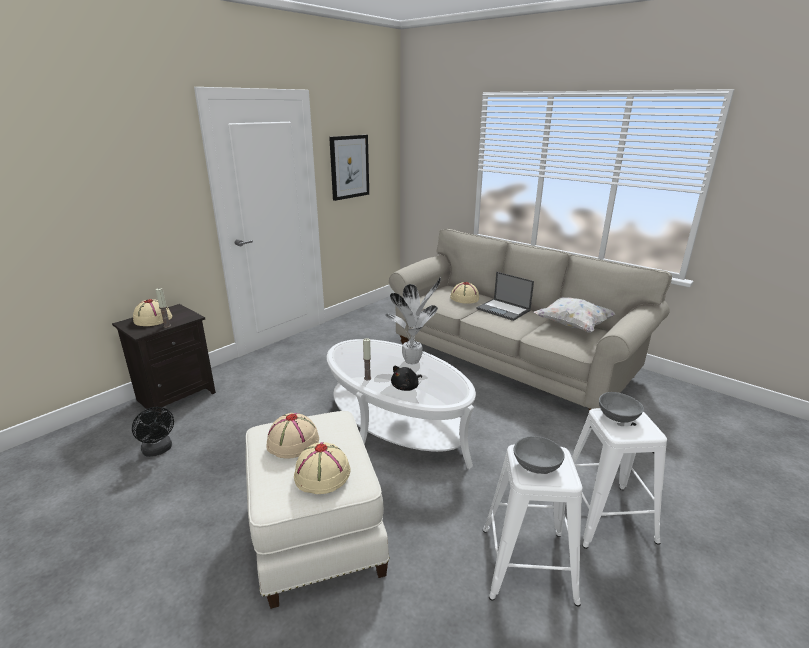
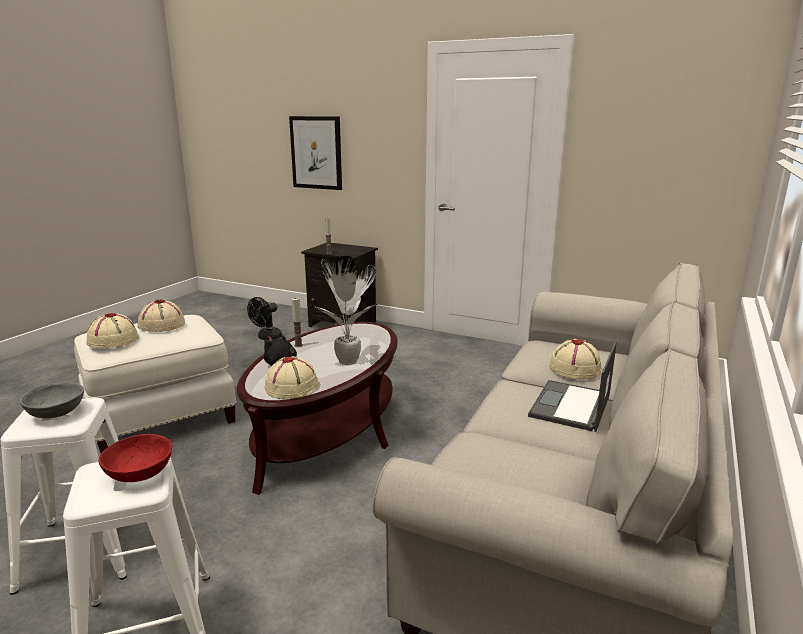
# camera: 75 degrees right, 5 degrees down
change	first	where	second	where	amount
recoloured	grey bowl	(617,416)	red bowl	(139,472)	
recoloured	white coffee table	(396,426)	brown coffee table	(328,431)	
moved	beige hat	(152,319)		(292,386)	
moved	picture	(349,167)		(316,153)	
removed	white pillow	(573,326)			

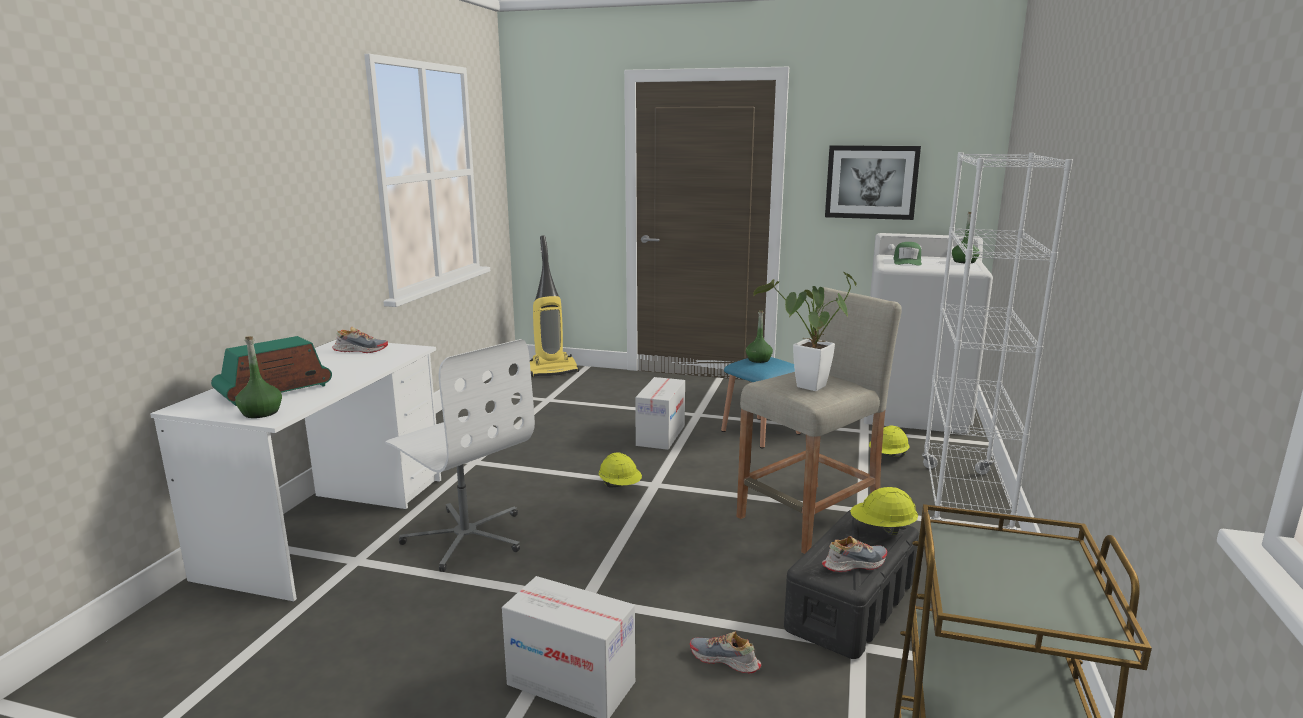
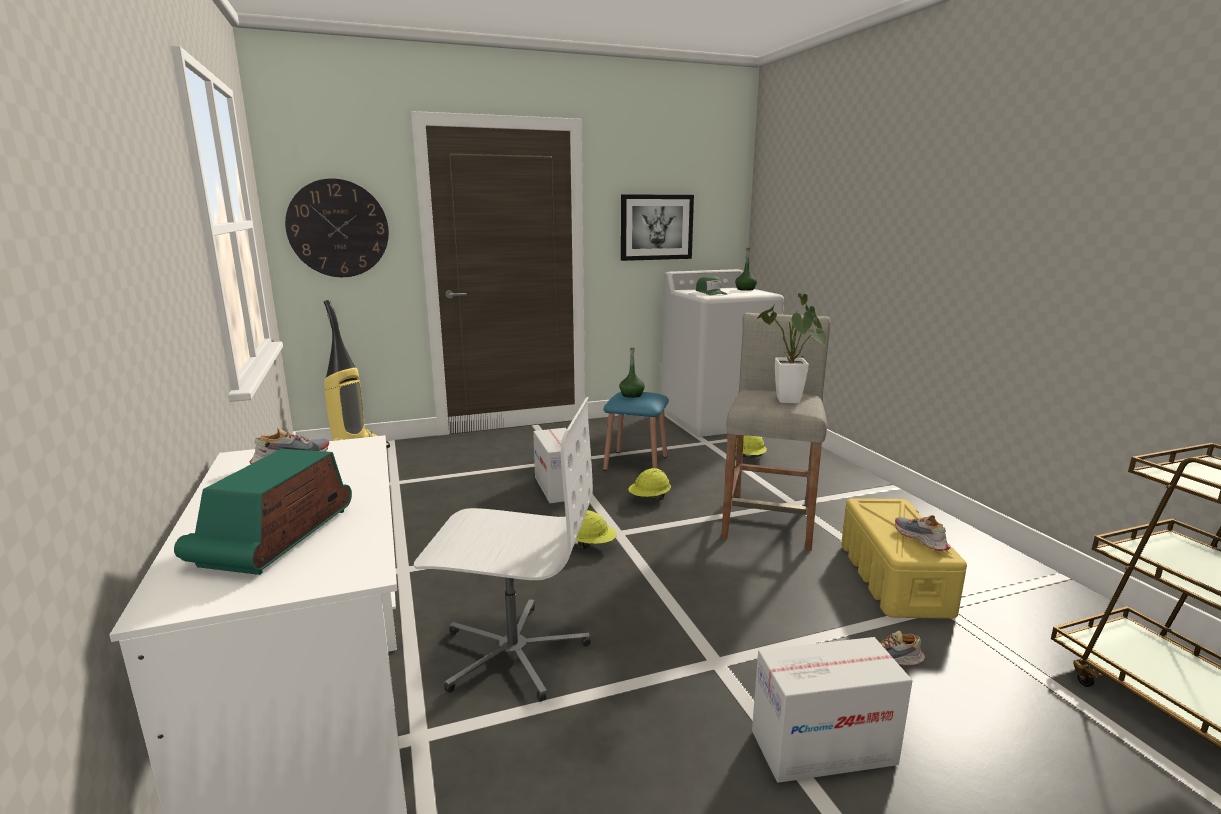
# camera: 35 degrees left, 0 degrees up
change	first	where	second	where	amount
added			wall clock	(338,228)	
moved	yellow hard hat	(882,529)		(649,499)	
recoloured	black storage box	(851,605)	yellow storage box	(893,578)	
turned	shoe	(854,564)		(921,539)	60 degrees counterclockwise
removed	green bottle	(261,412)			
removed	white bookcase	(963,502)			

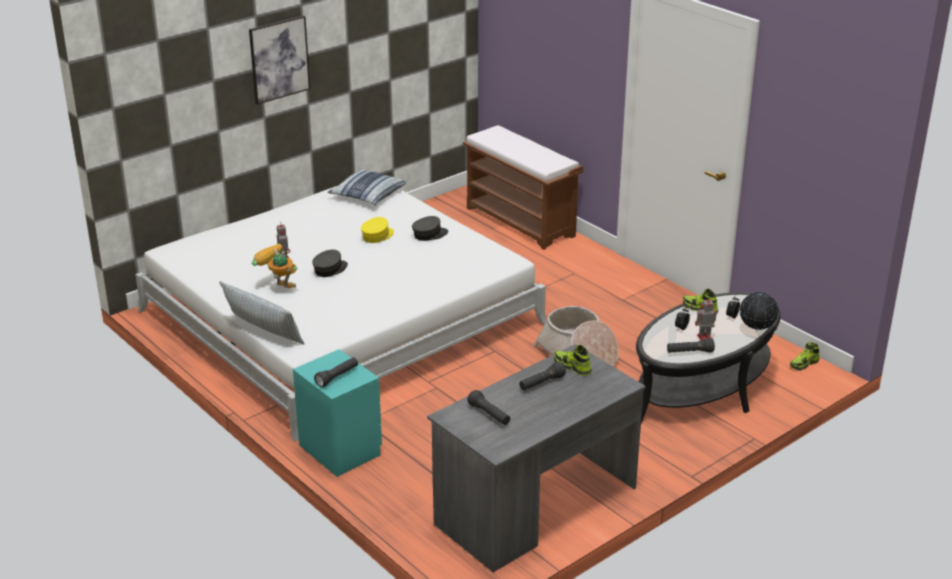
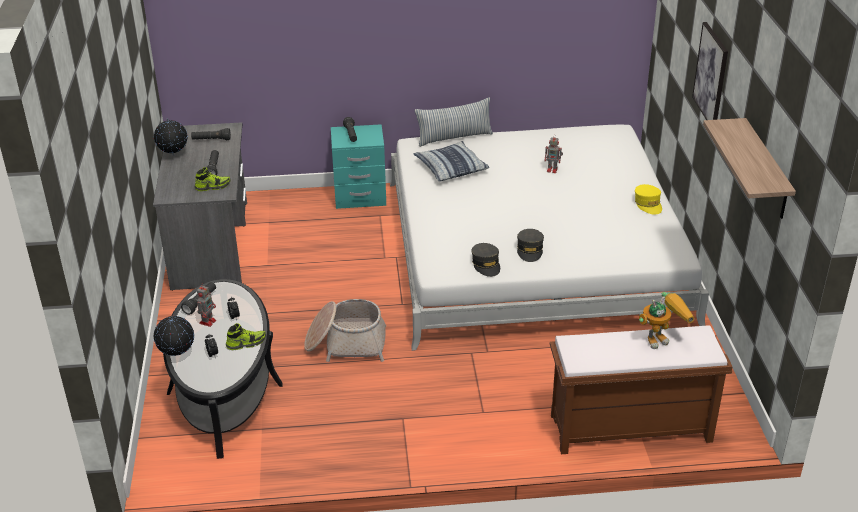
# camera: 125 degrees right, 5 degrees up
change	first	where	second	where	amount
added			globe	(173,155)	
moved	pillow	(367,195)		(451,168)	
moved	grey cap	(330,269)		(486,264)	
moved	yellow cap	(377,236)		(648,204)	
moved	toy robot	(277,287)		(662,337)	
added			shelf	(766,170)	
removed	shoe	(804,364)			

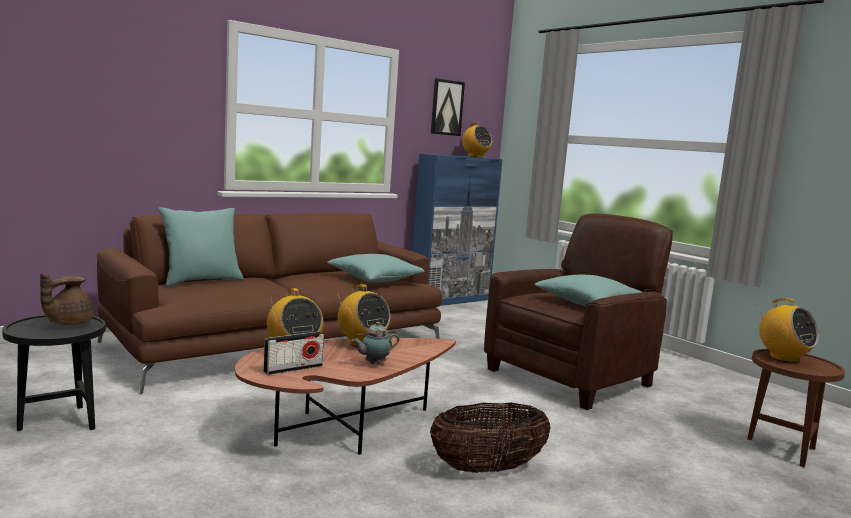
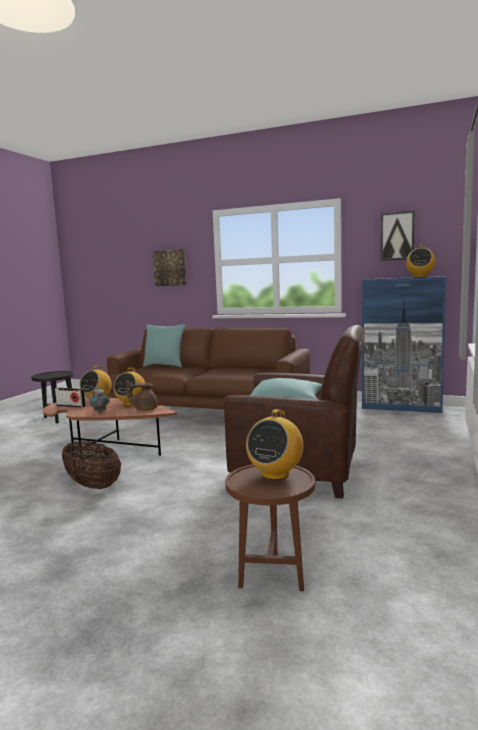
# camera: 60 degrees right, 0 degrees up
change	first	where	second	where	amount
moved	brown teapot	(68,323)		(144,409)	
added			picture	(170,268)	
removed	turquoise pillow	(374,280)			

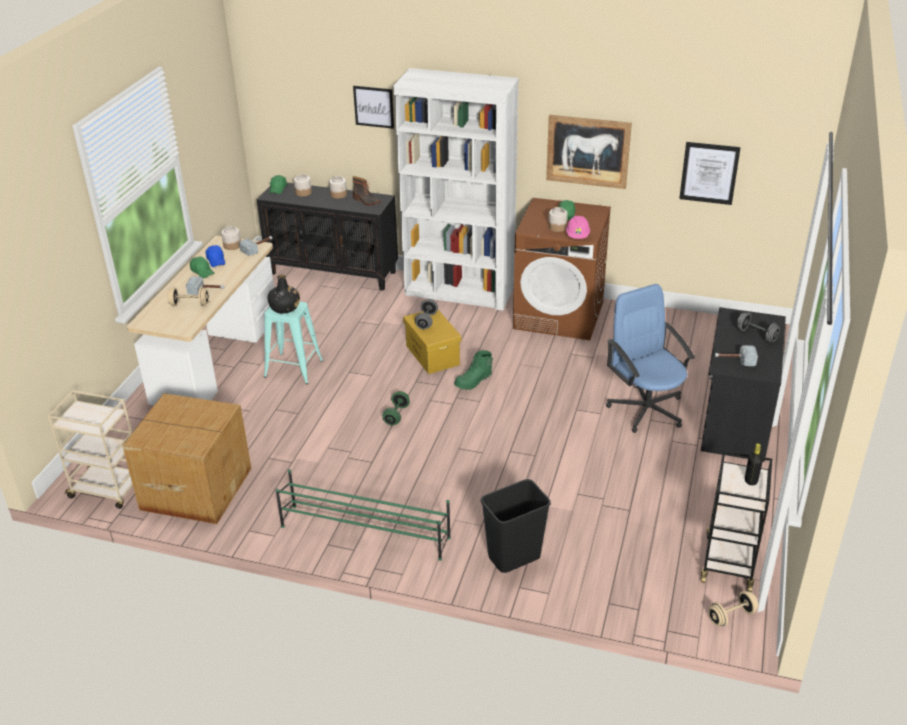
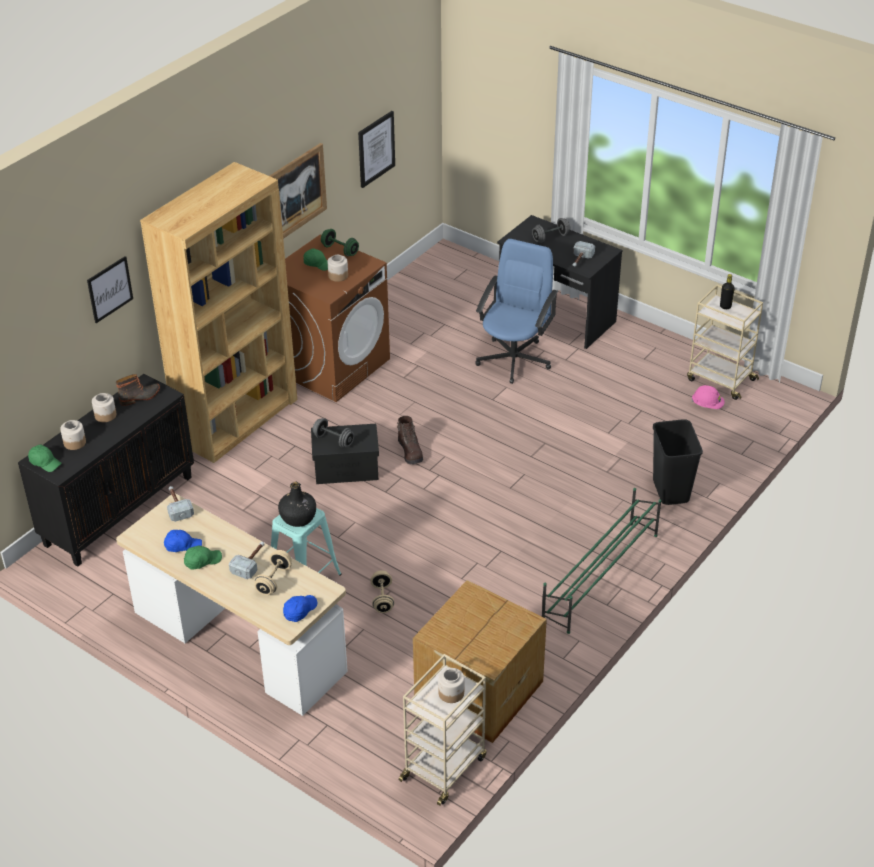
# camera: 70 degrees left, 5 degrees up
change	first	where	second	where	amount
recoloured	white bookcase	(460,291)	brown bookcase	(237,420)	
added			blue cap	(299,611)	
recoloured	yellow storage box	(433,355)	black storage box	(347,468)	
moved	green dumbbell	(396,415)		(340,250)	
moved	beige dumbbell	(731,616)		(382,599)	
recoloured	green boot	(473,381)	brown boot	(410,452)	
moved	jar	(232,246)		(451,693)	
turned	blue office chair	(646,409)		(514,359)	120 degrees clockwise
recoloured	black cart	(728,561)	beige cart	(720,379)	
moved	pink hard hat	(577,236)		(707,405)	

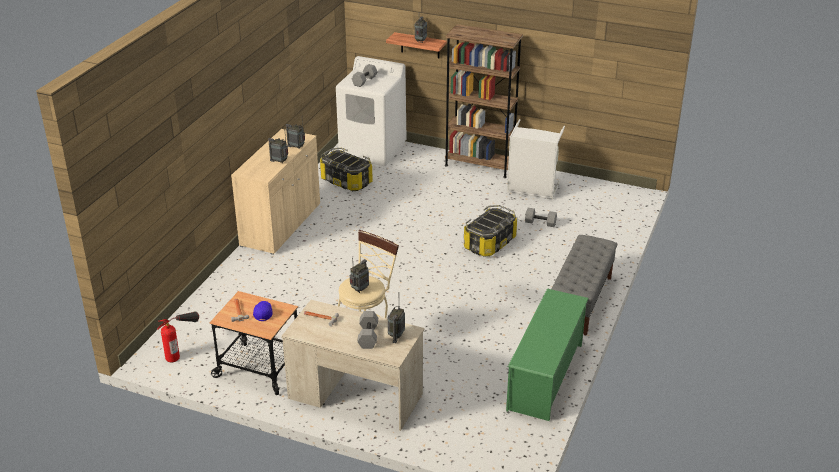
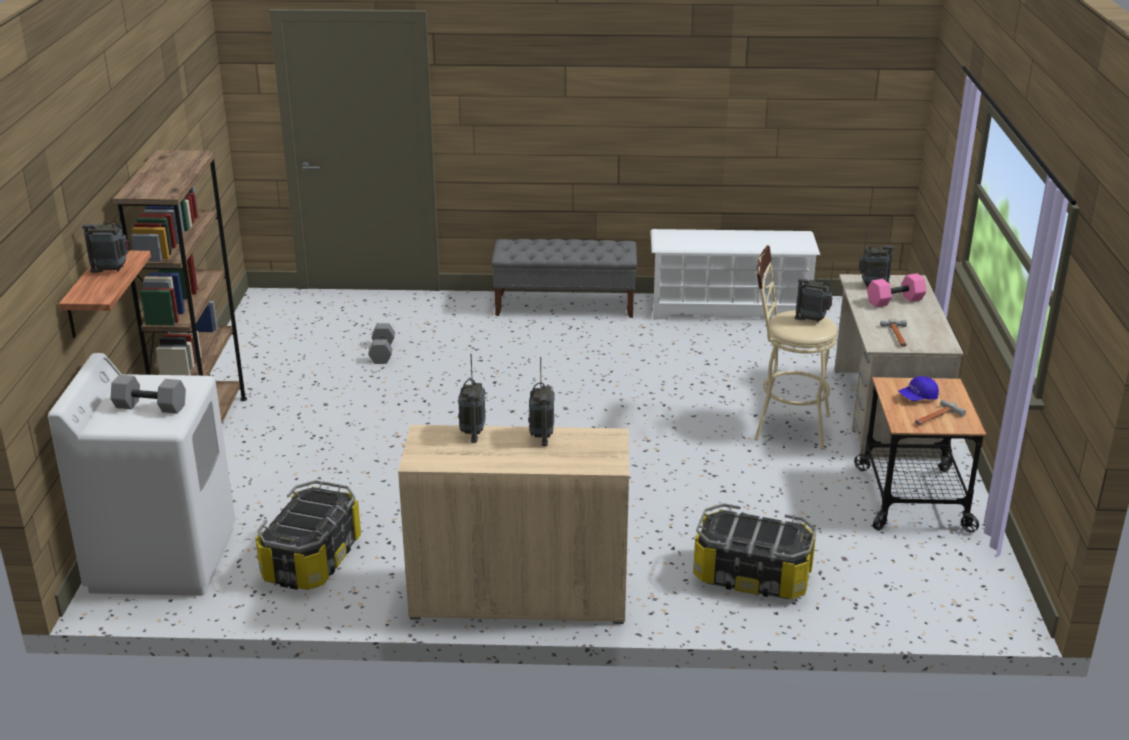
# camera: 110 degrees left, 5 degrees down
change	first	where	second	where	amount
recoloured	green shoe rack	(545,376)	white shoe rack	(729,308)	
moved	storage box	(489,243)		(752,577)	
recoloured	grey dumbbell	(367,336)	pink dumbbell	(895,301)	
removed	fire extinguisher	(182,351)			
removed	grey laundry basket	(532,189)			

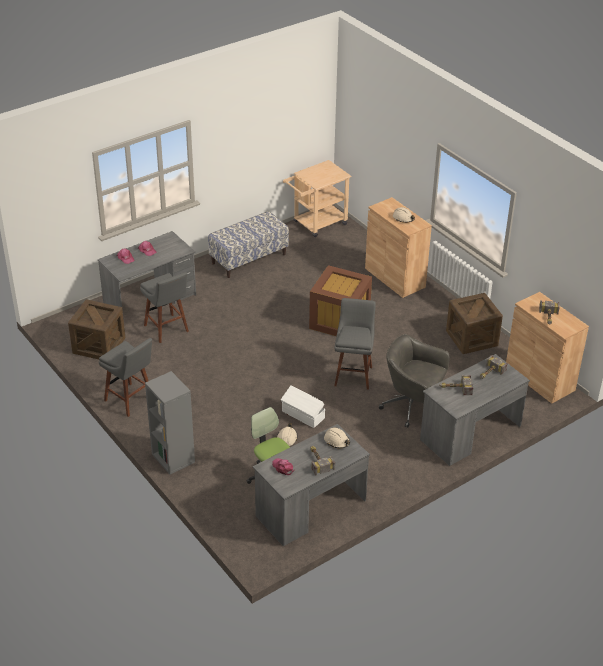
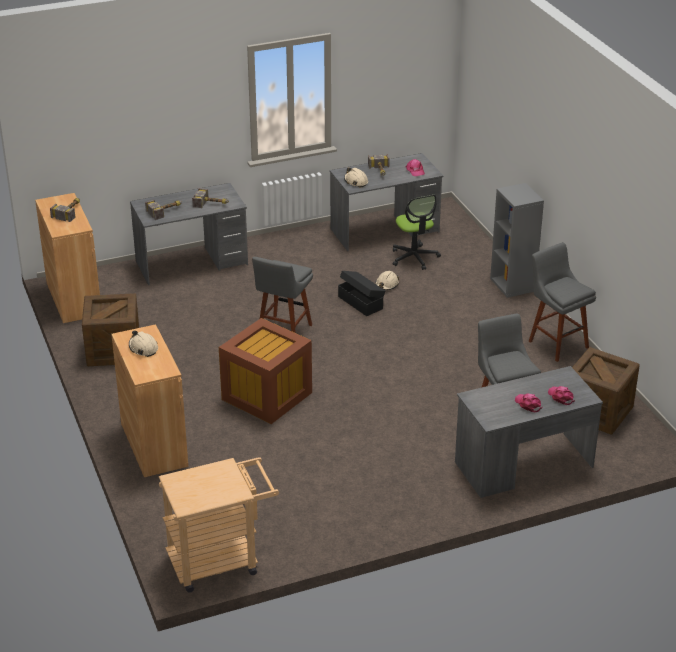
# camera: 165 degrees left, 5 degrees down
change	first	where	second	where	amount
recoloured	white storage box	(303,415)	black storage box	(360,302)	
removed	bench	(249,258)			
removed	grey office chair	(412,407)			

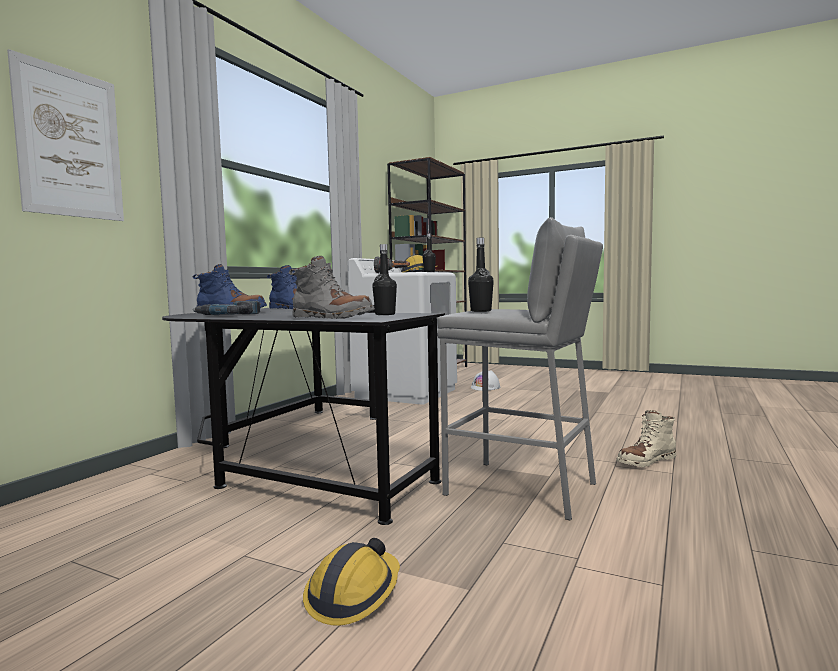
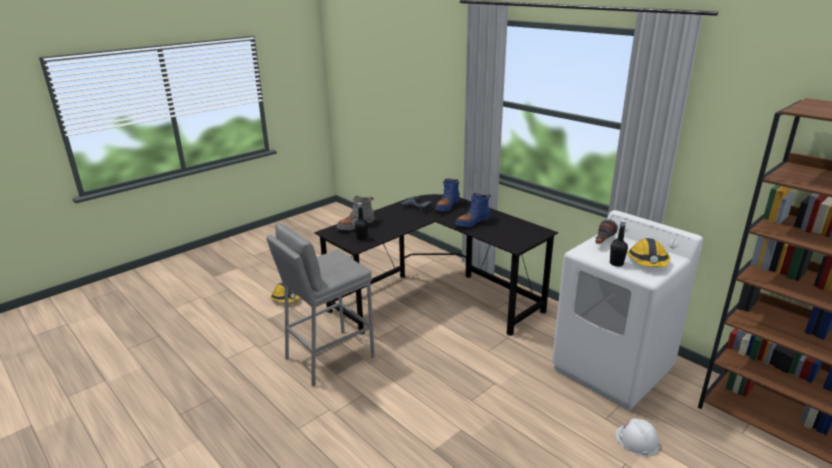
# camera: 110 degrees right, 20 degrees up
change	first	where	second	where	amount
removed	picture	(70,143)			
removed	black bottle	(481,311)			
removed	beige boot	(646,461)			

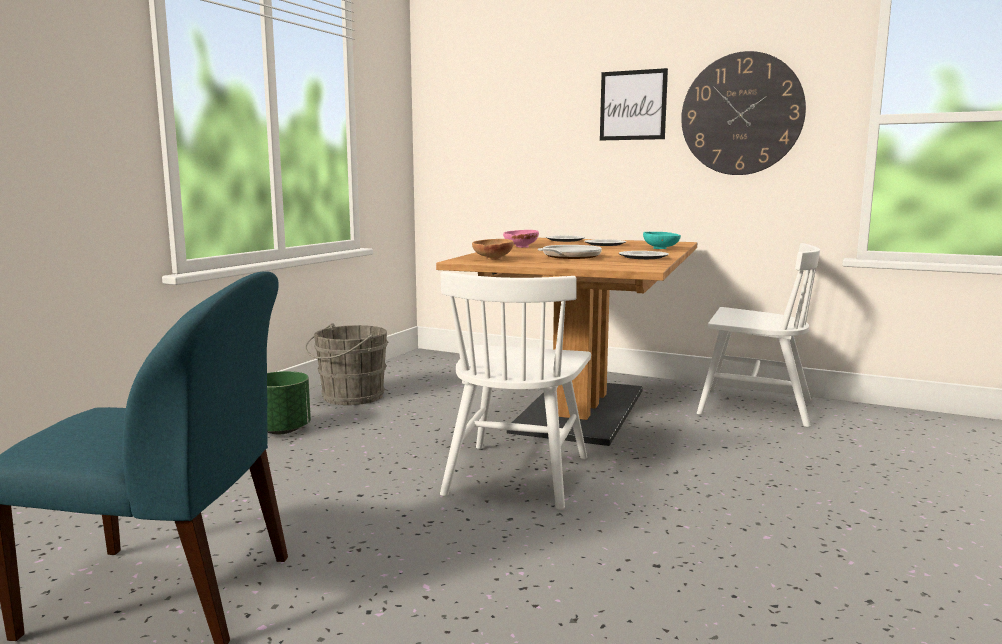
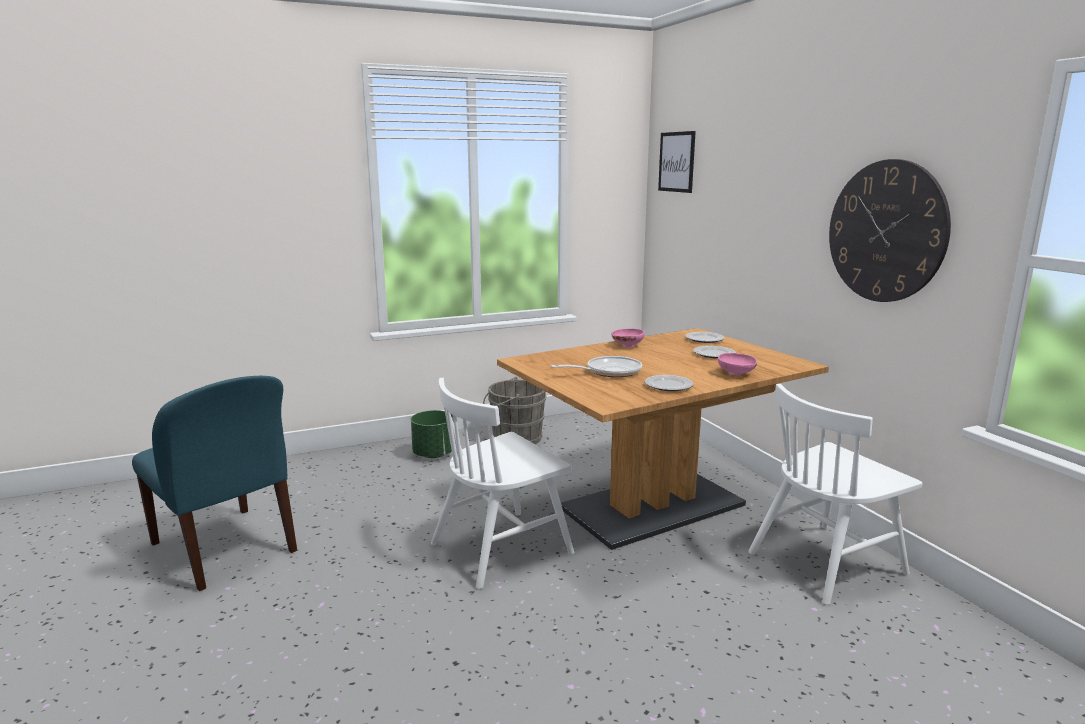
# camera: 40 degrees right, 5 degrees up
change	first	where	second	where	amount
moved	picture	(633,105)		(676,162)	
recoloured	turquoise bowl	(661,249)	pink bowl	(736,374)	
turned	white chair	(754,407)		(826,562)	90 degrees clockwise
removed	brown bowl	(492,259)			

